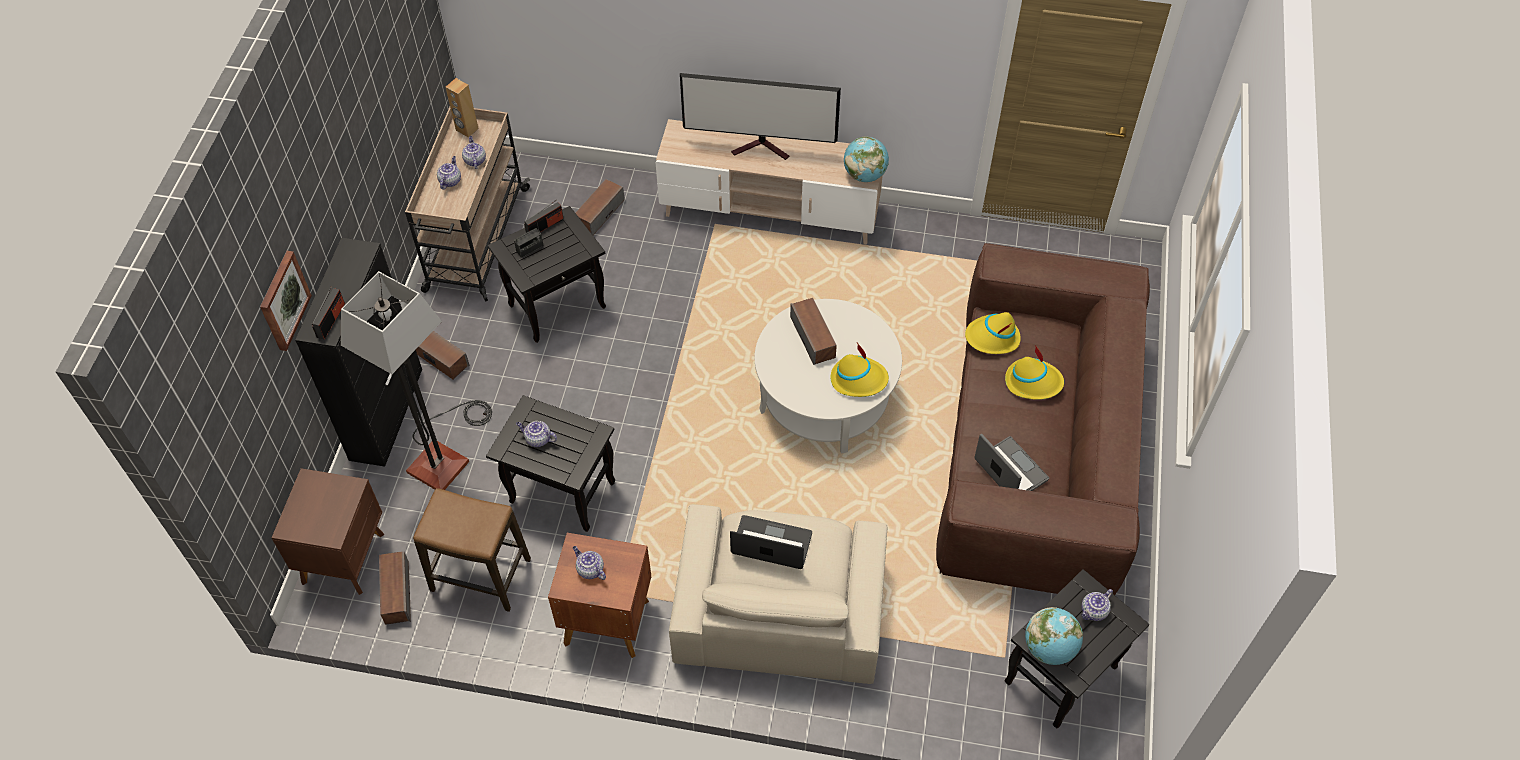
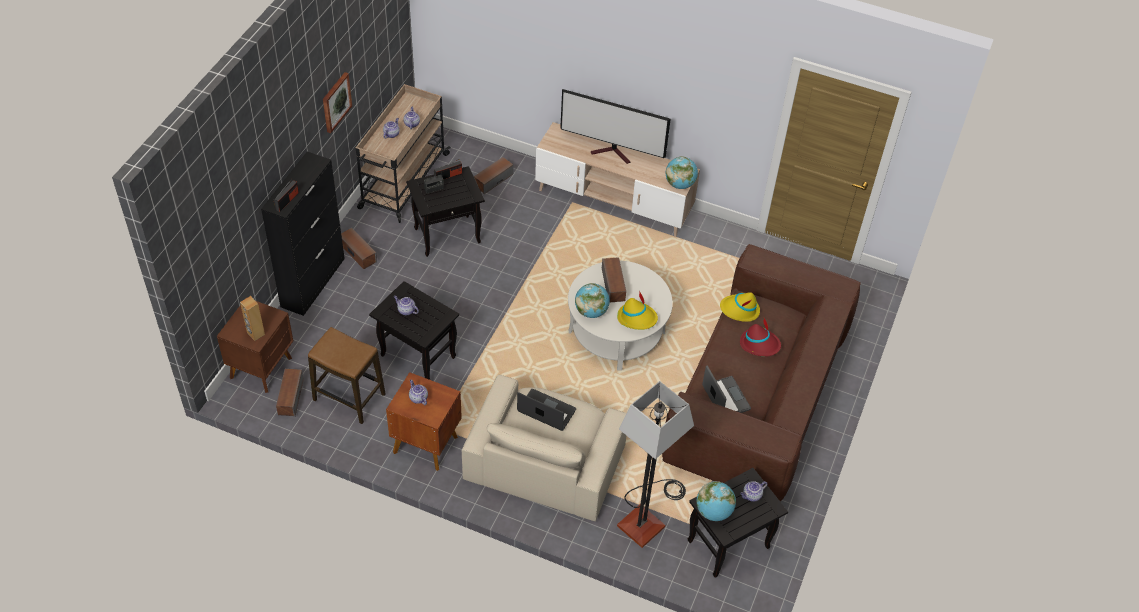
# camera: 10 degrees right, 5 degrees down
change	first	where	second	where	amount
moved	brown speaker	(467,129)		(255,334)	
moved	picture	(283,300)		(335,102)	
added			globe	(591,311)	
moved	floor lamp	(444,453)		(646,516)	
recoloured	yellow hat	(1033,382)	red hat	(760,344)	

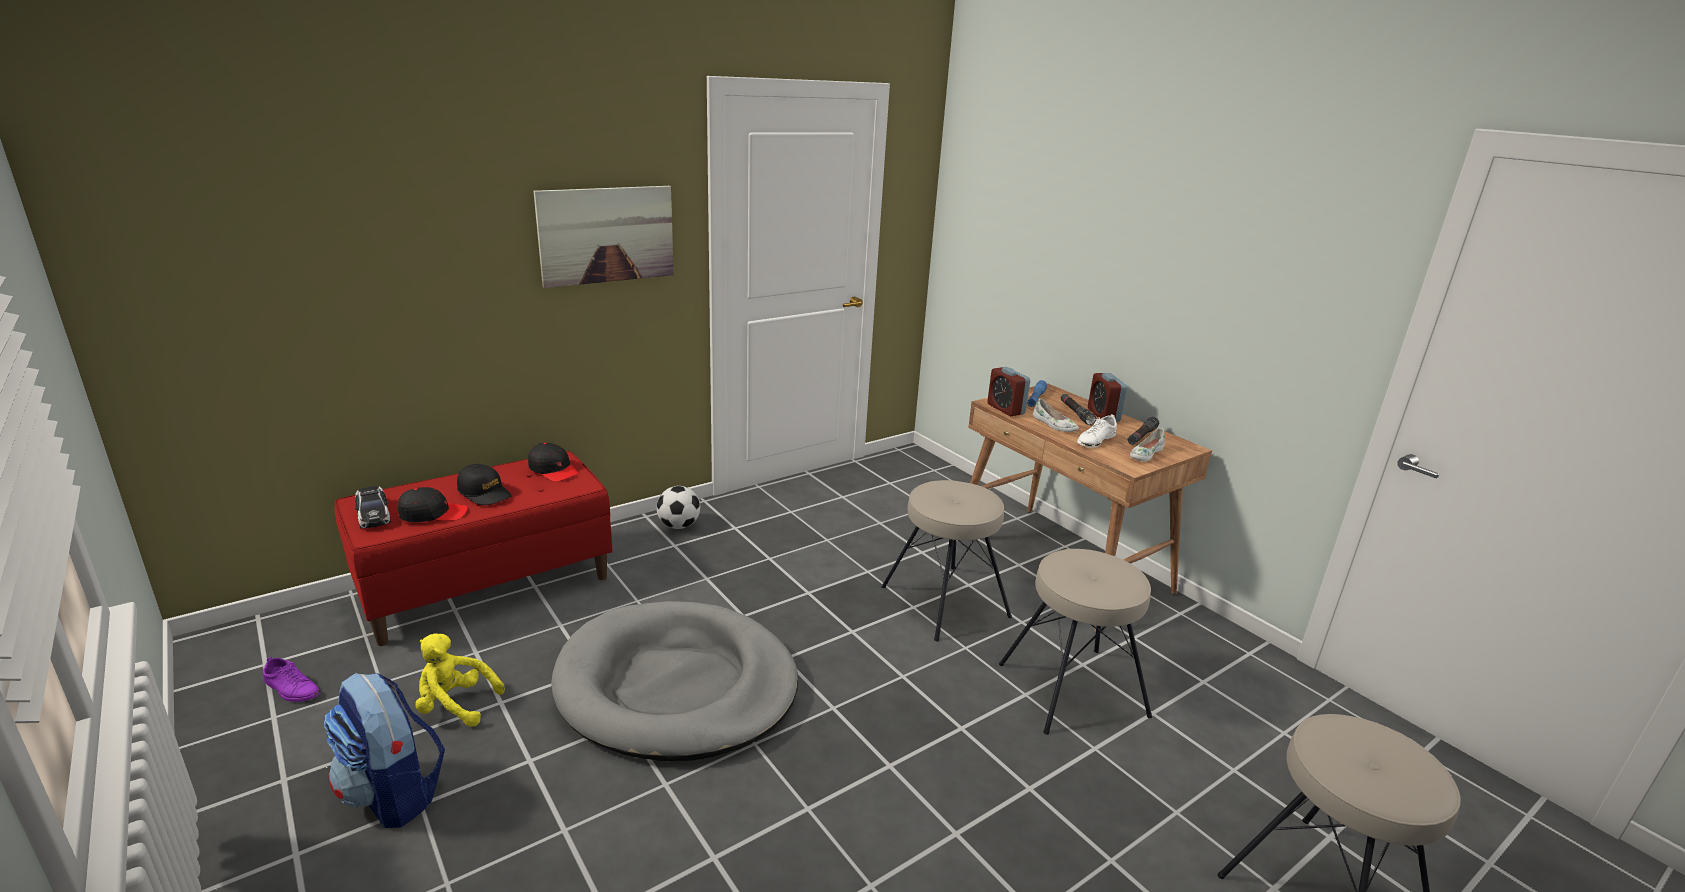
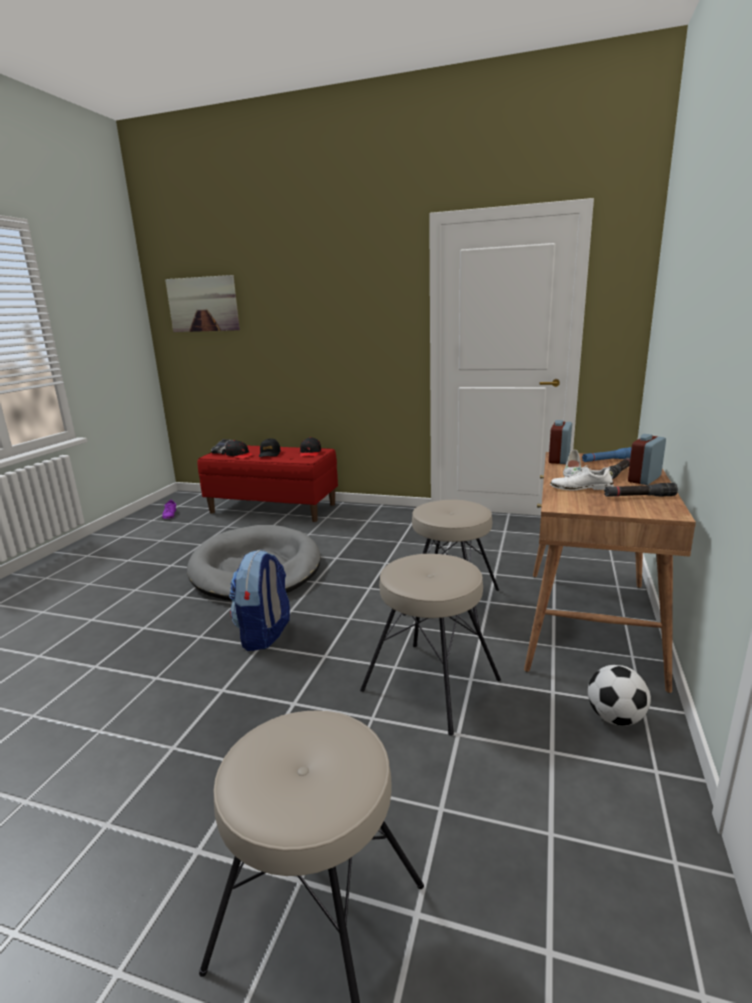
# camera: 55 degrees right, 5 degrees down
change	first	where	second	where	amount
moved	picture	(607,235)		(203,304)	
moved	backpack	(394,794)		(264,634)	
moved	football	(679,526)		(615,718)	
removed	yellow plush toy	(455,705)			
removed	white shoe	(1145,454)			

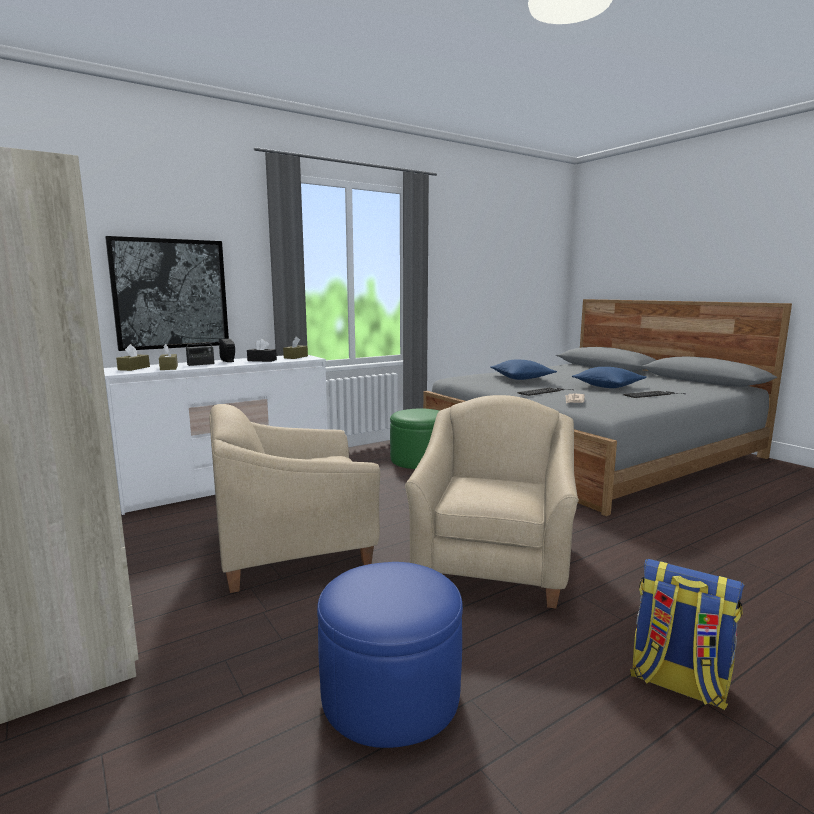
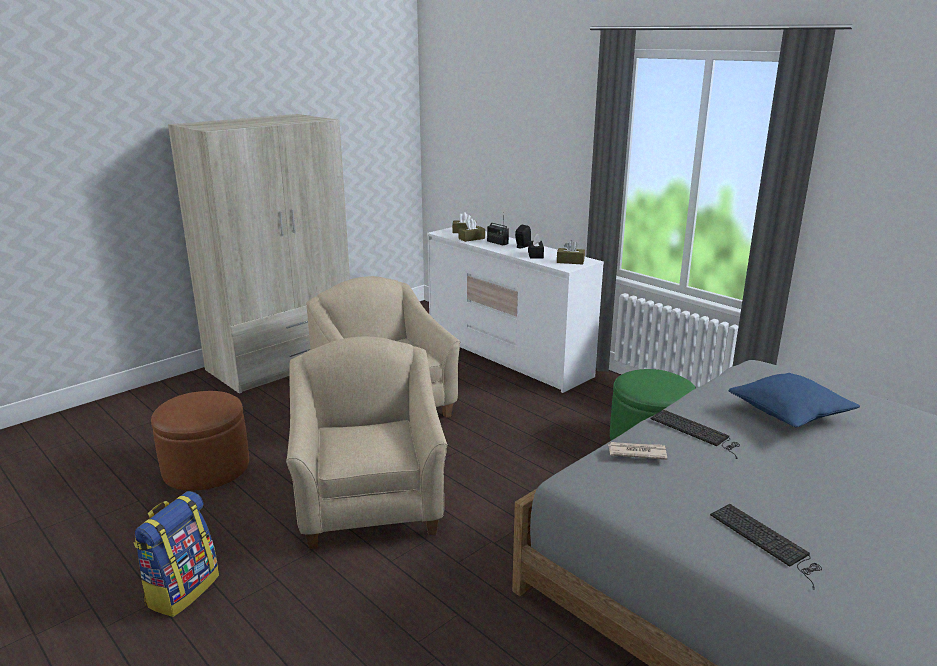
# camera: 80 degrees right, 10 degrees up
change	first	where	second	where	amount
recoloured	blue ottoman	(390,693)	brown ottoman	(206,467)	
turned	beige armchair	(493,563)		(370,501)	105 degrees counterclockwise
removed	picture	(170,294)			
removed	blue pillow	(608,386)			

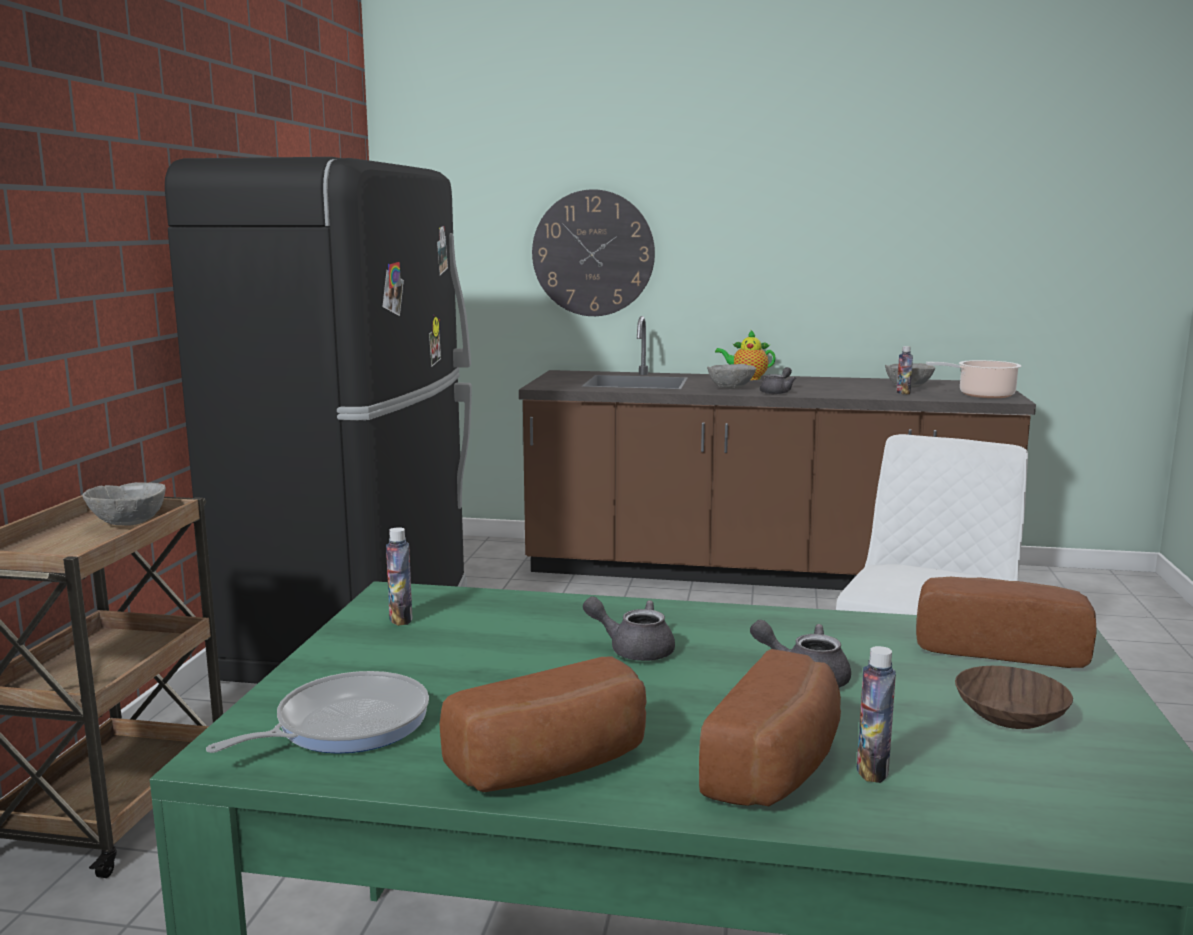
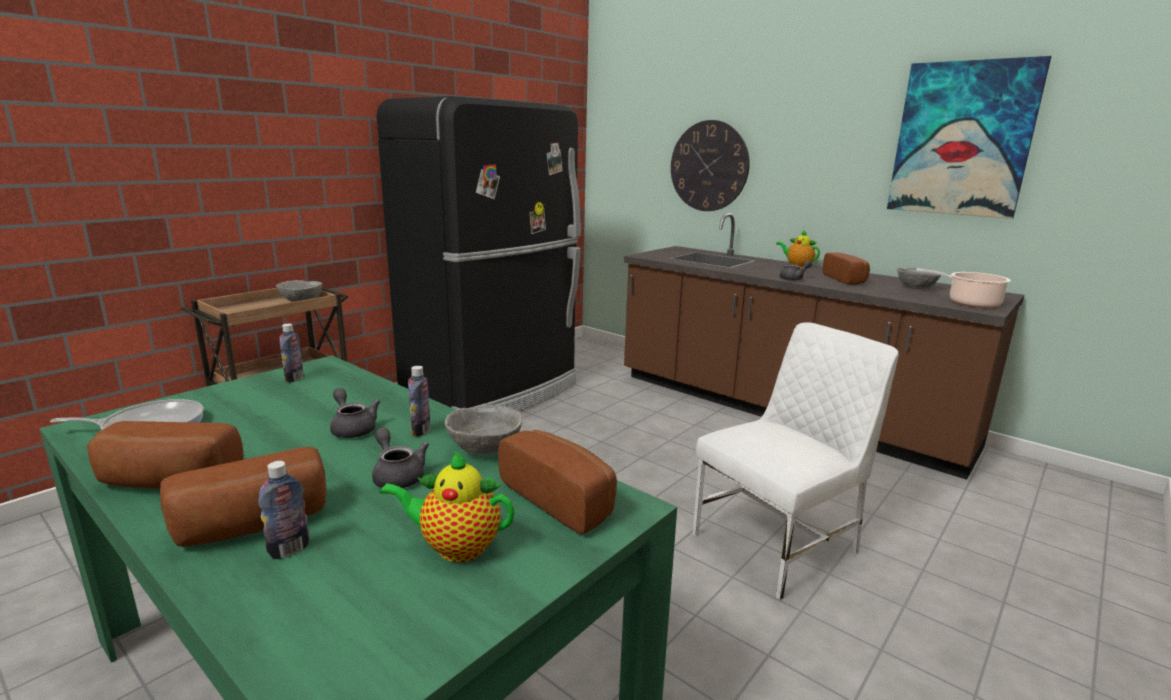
# camera: 30 degrees right, 5 degrees up
change	first	where	second	where	amount
replaced	brown bowl	(1010,713)	teapot	(455,547)	
moved	bottle	(903,393)		(421,431)	
moved	grey bowl	(730,388)		(484,450)	
added			bread	(846,279)	
added			picture	(962,139)	

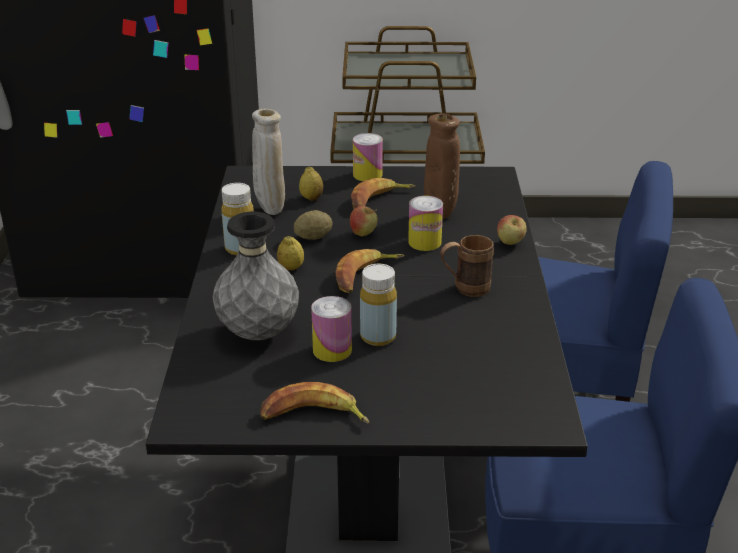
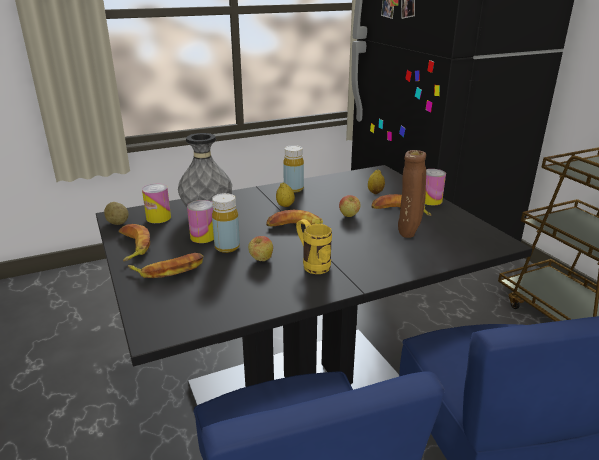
# camera: 65 degrees right, 5 degrees down
change	first	where	second	where	amount
moved	potato	(313,237)		(117,223)	
added			banana	(169,270)	
moved	can	(424,242)		(158,218)	
moved	apple	(510,243)		(261,260)	
recoloured	brown mug	(464,289)	yellow mug	(312,264)	
removed	beige vase	(270,210)			

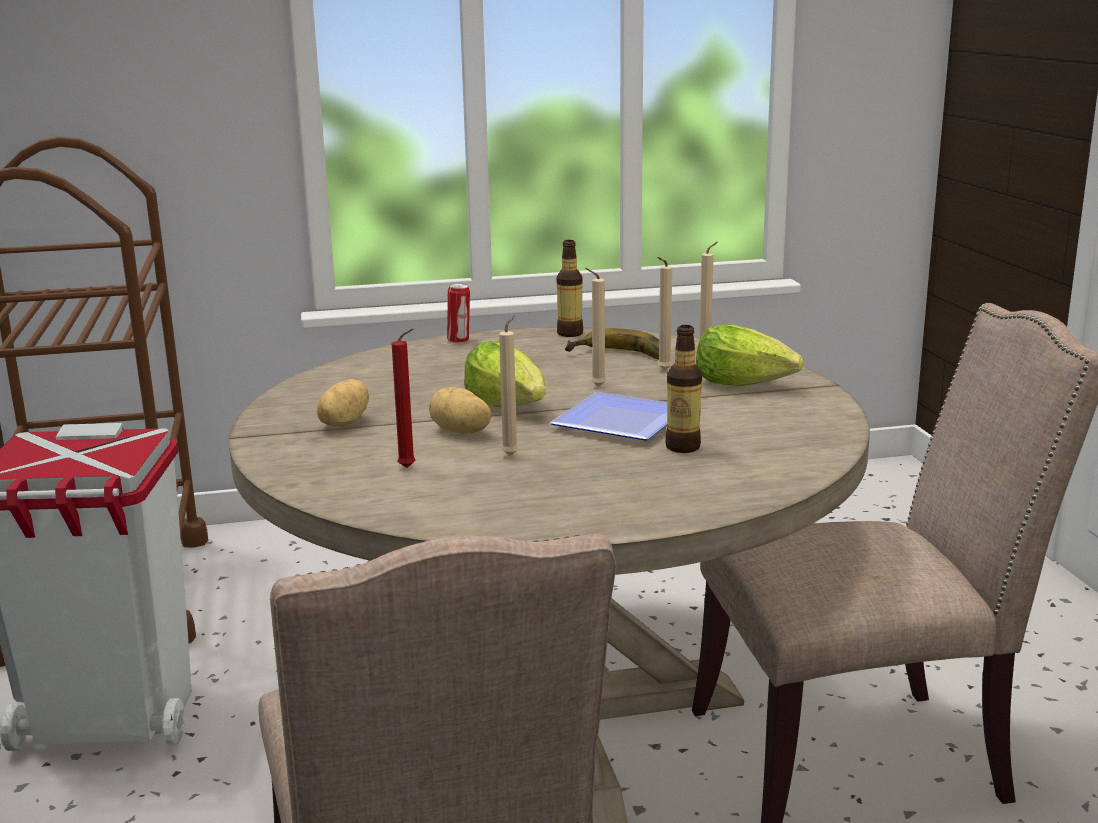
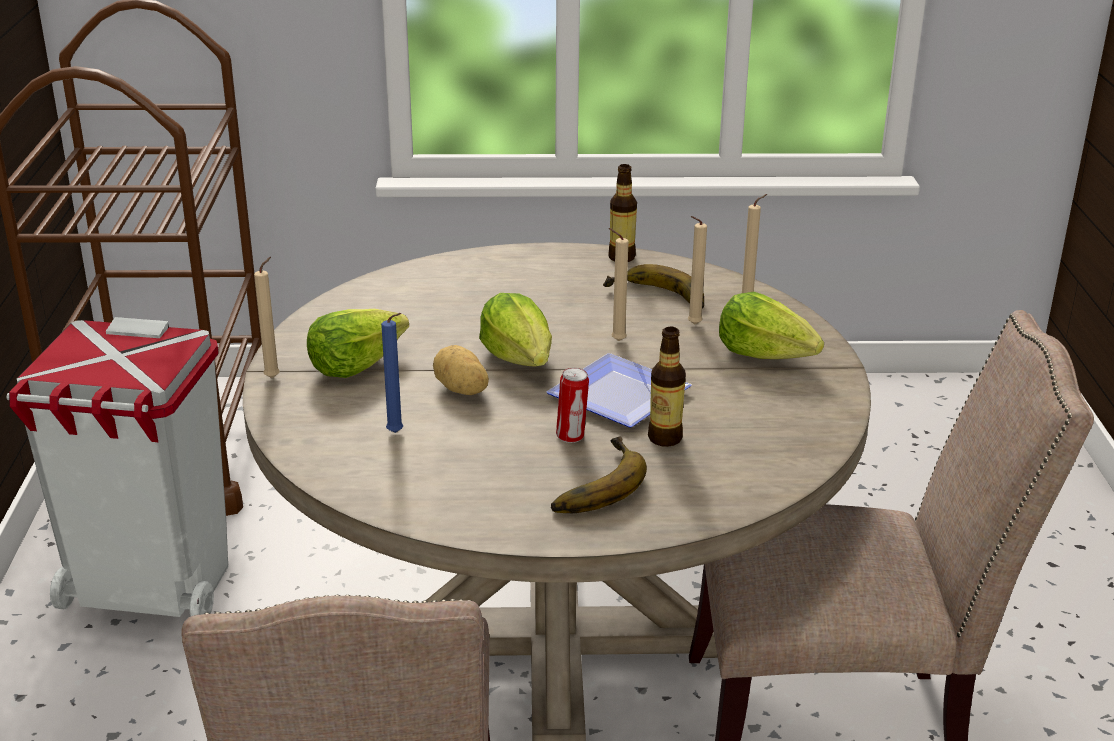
# camera: 10 degrees right, 10 degrees up
change	first	where	second	where	amount
moved	beige candle	(512,455)		(274,377)	
replaced	potato	(342,423)	lettuce	(355,364)	
recoloured	red candle	(409,468)	blue candle	(397,433)	
added			banana	(591,484)	
moved	can	(459,341)		(571,436)	

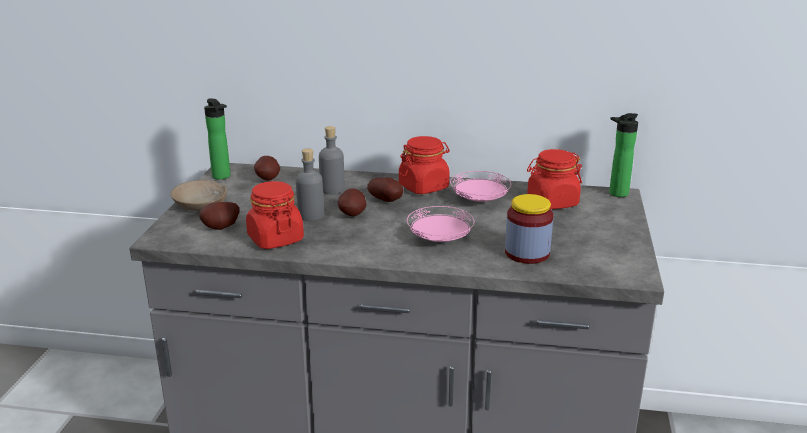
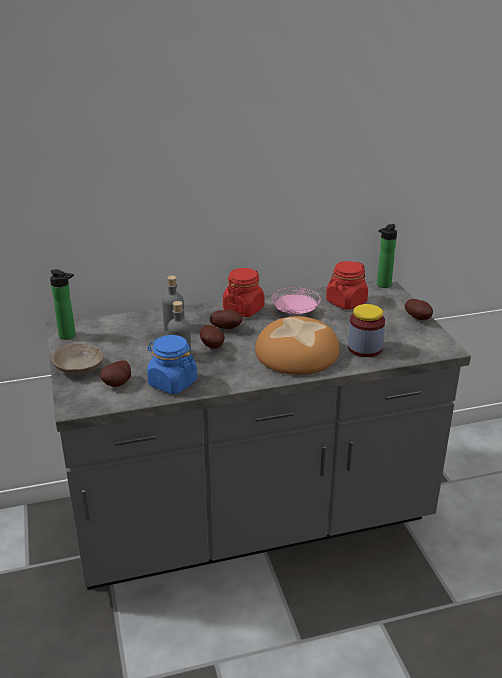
# camera: 25 degrees left, 5 degrees up
change	first	where	second	where	amount
recoloured	red jar	(275,239)	blue jar	(172,383)	
replaced	pink plate	(440,240)	bread	(297,352)	
moved	potato	(268,179)		(419,318)	

